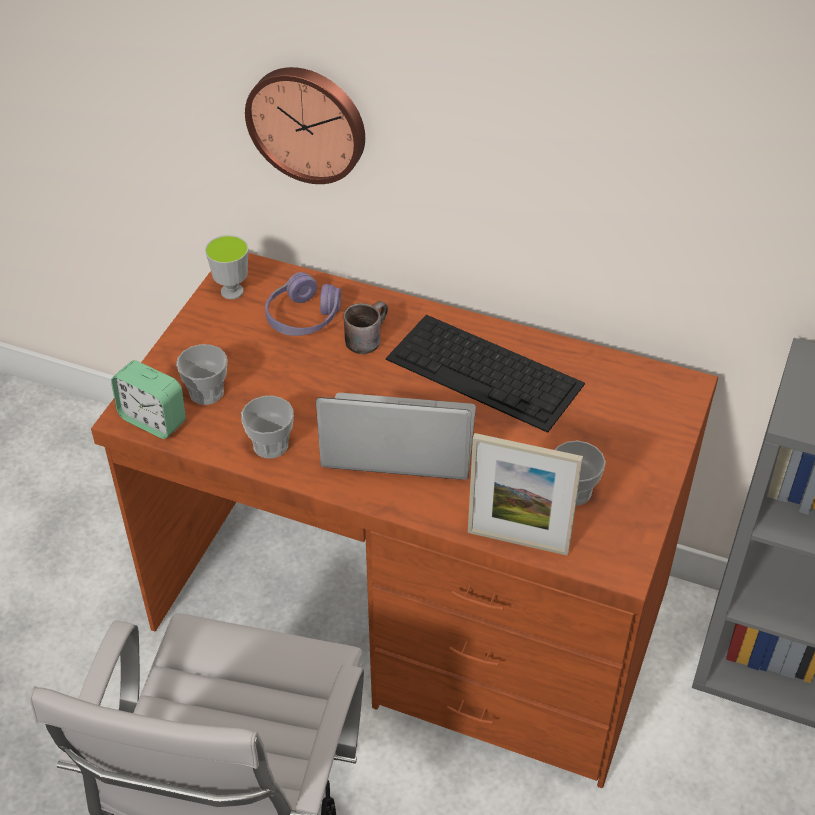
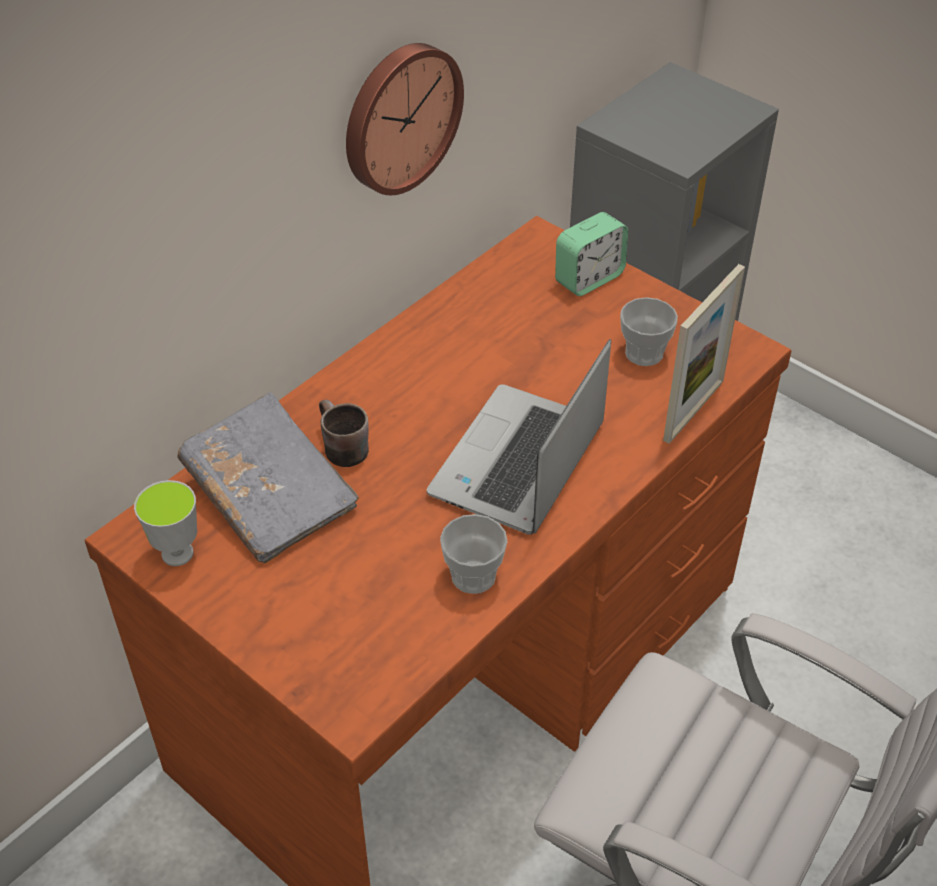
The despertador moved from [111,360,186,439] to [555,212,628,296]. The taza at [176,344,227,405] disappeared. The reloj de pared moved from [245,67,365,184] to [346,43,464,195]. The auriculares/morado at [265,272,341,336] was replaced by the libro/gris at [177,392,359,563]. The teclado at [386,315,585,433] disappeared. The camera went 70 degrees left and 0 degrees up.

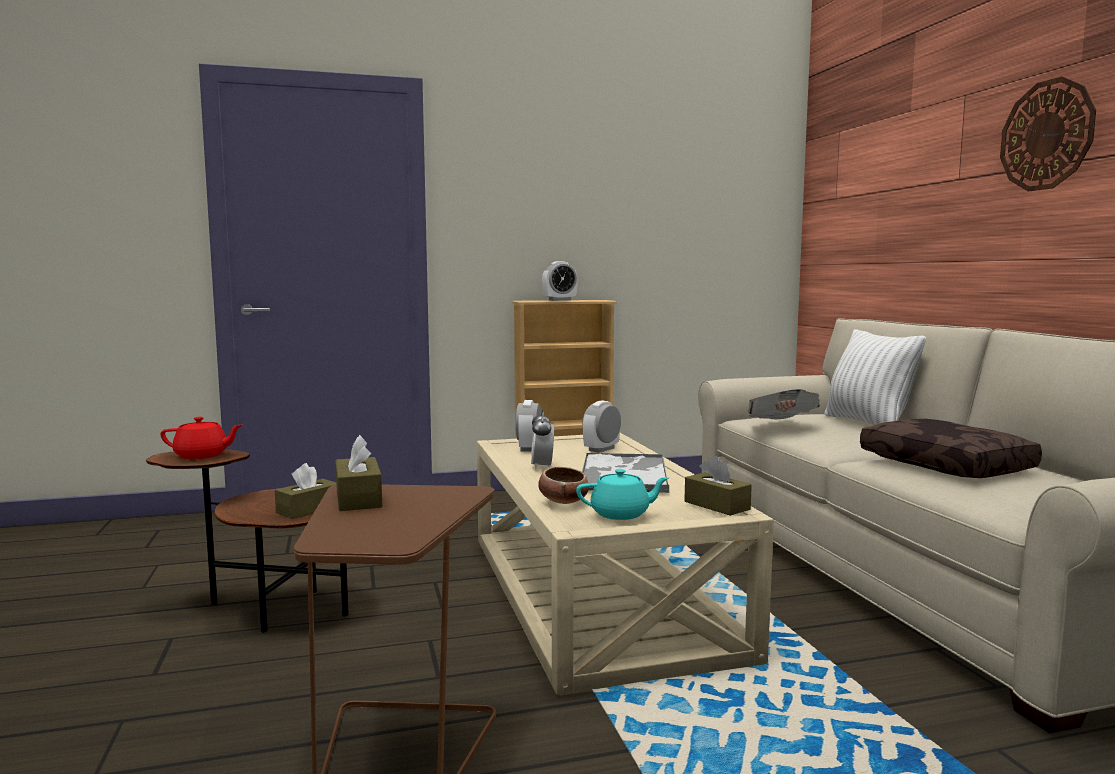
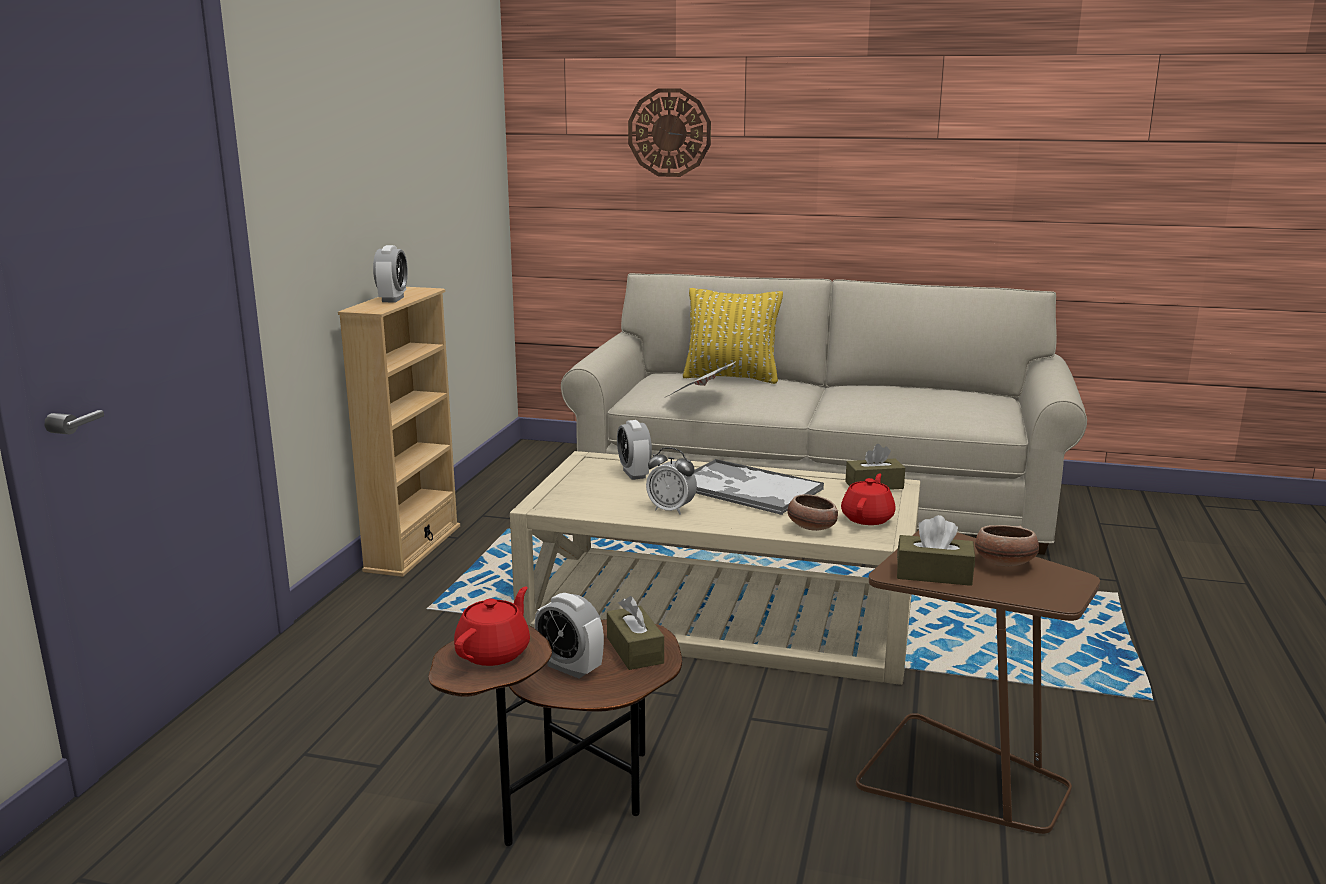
The despertador moved from [516,400,541,452] to [535,593,604,679]. The tetera/turquesa at [576,469,669,520] became the tetera/rojo at [841,473,896,525]. The cojín/blanco at [824,329,926,425] became the cojín/amarillo at [683,288,783,384]. The cojín/marrón at [860,419,1042,478] disappeared. The reloj de pared moved from [1000,76,1096,191] to [628,88,711,177]. The cuenco at [975,525,1039,566] appeared. The camera went 60 degrees left and 10 degrees up.

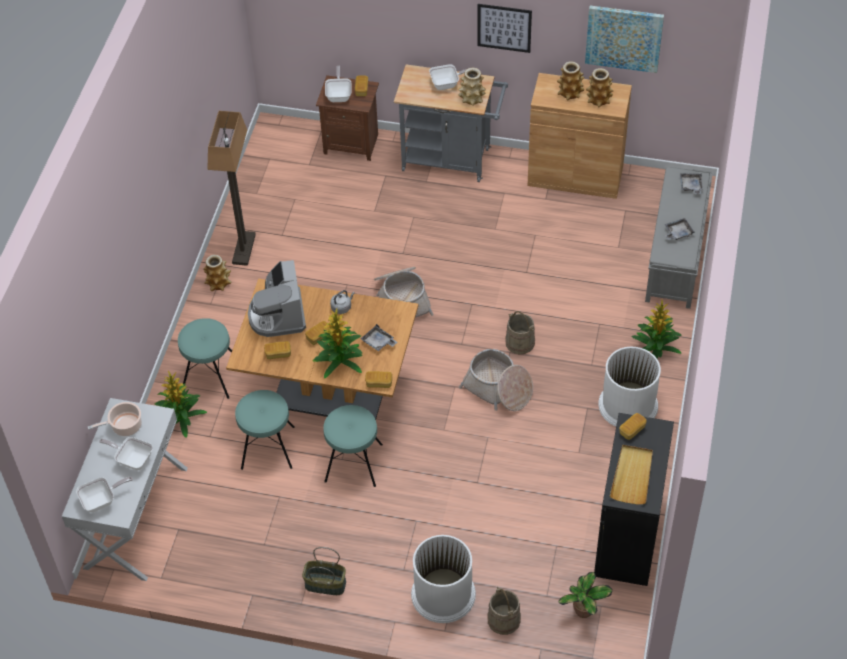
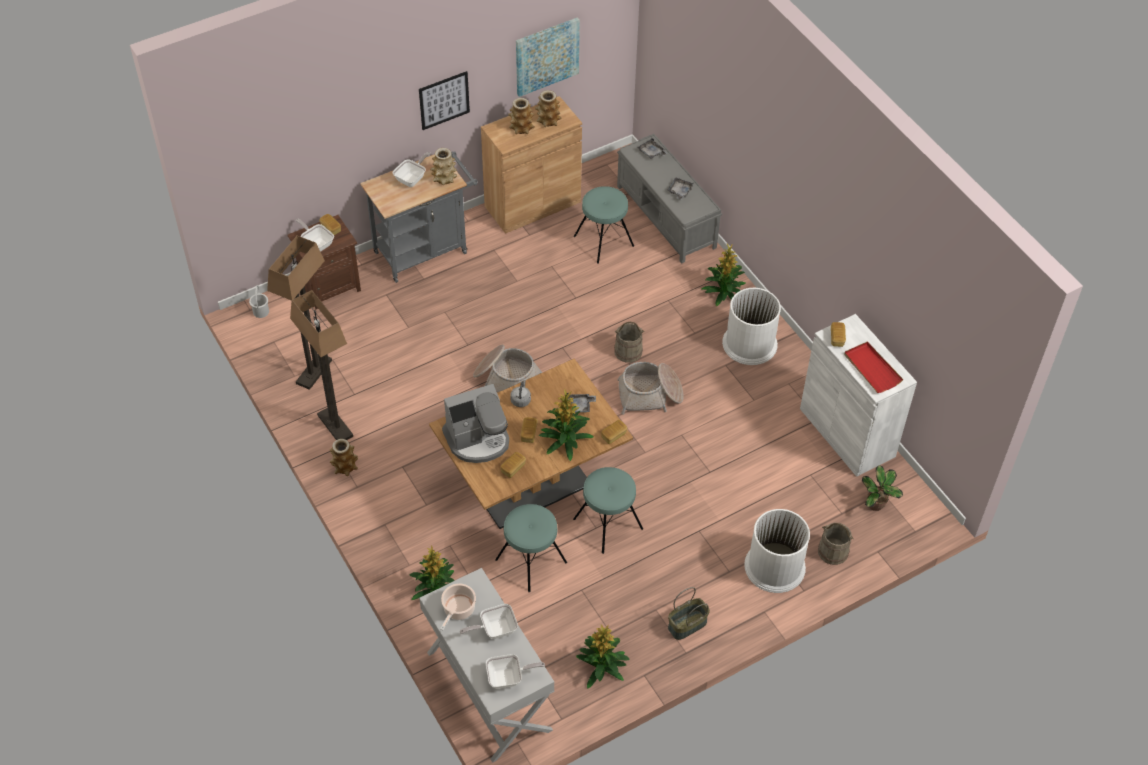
The sartén at [76,477,133,513] turned 60 degrees clockwise. The taburete/turquesa moved from [178,318,232,399] to [574,186,634,264]. The cafetera at [248,260,306,337] turned 60 degrees counterclockwise. The armario/negro at [594,413,674,586] became the armario/blanco at [800,314,917,477]. The bandeja/beis at [610,445,653,505] became the bandeja/rojo at [844,342,903,393]. The cubo/blanco at [249,285,269,318] appeared. The lámpara de pie at [267,235,332,390] appeared. The planta en maceta at [576,624,630,689] appeared. The camera went 45 degrees left and 0 degrees up.

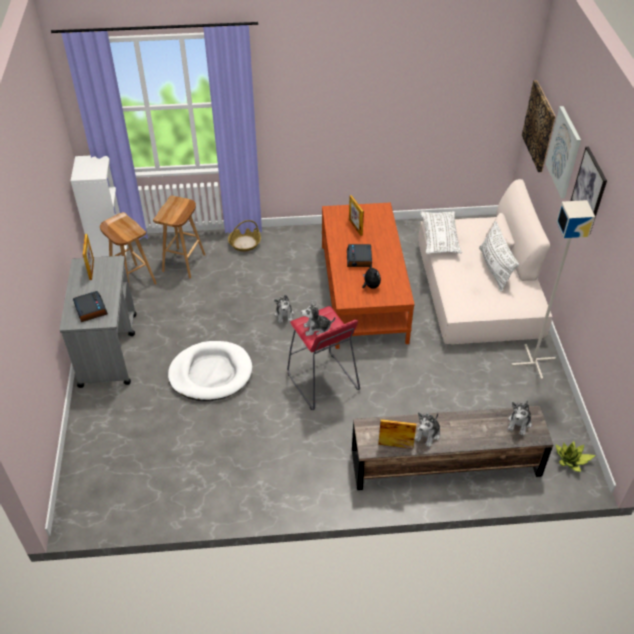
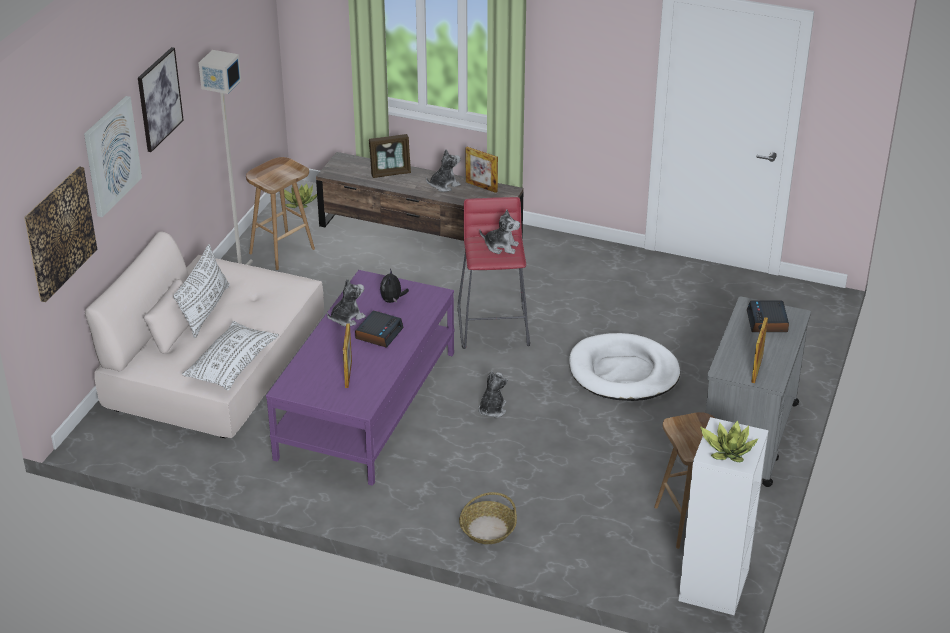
The taburete/marrón moved from [153,196,206,278] to [246,157,315,270]. The mesa de centro/marrón at [322,202,415,349] became the mesa de centro/morado at [266,270,454,486]. The peluche moved from [508,400,532,436] to [327,279,366,327]. The portarretratos at [369,134,411,178] appeared. The planta en maceta at [700,420,759,462] appeared. The camera went 155 degrees left and 10 degrees down.

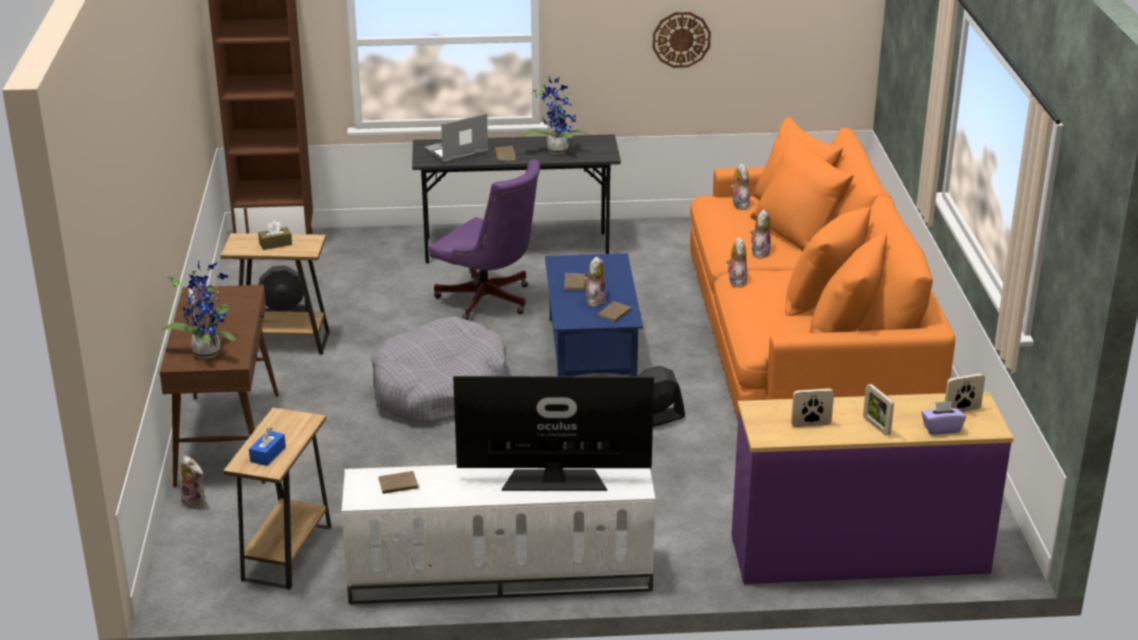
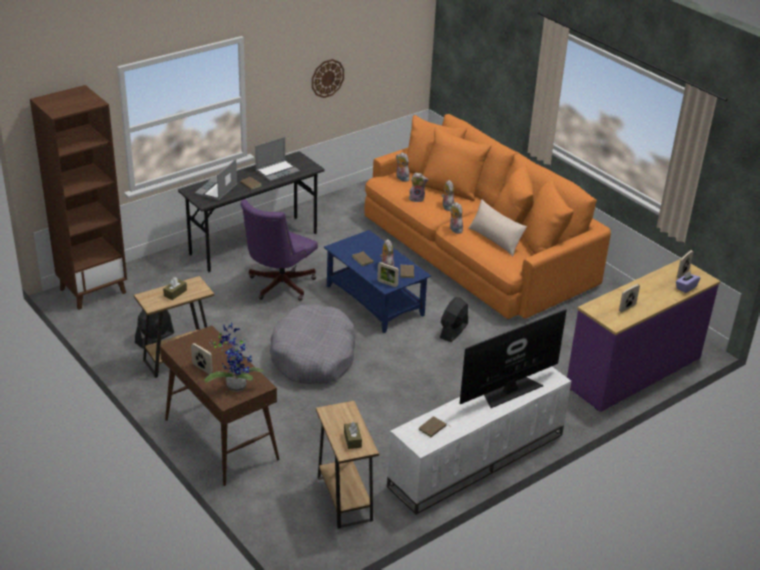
The peluche moved from [180,456,205,510] to [409,173,428,202]. The caja de pañuelos/azul at [249,427,286,466] became the caja de pañuelos/marrón at [344,421,362,449]. The silla de oficina/morado at [429,159,540,320] turned 120 degrees clockwise. The planta en maceta at [522,75,587,154] was replaced by the portátil at [255,137,300,182]. The portarretratos moved from [863,384,894,436] to [377,262,399,287]. The cojín/beis at [468,200,527,256] appeared. The camera went 35 degrees left and 5 degrees up.

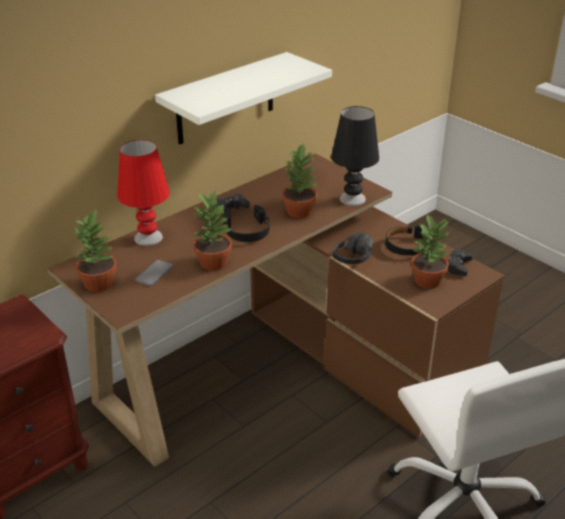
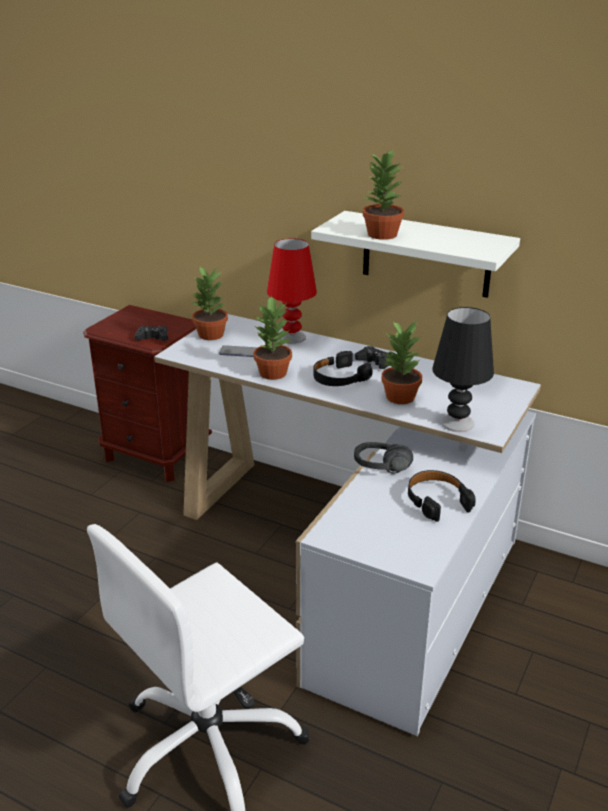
The escritorio/marrón at [48,154,505,467] became the escritorio/blanco at [154,314,541,736]. The planta en maceta moved from [411,214,450,289] to [363,149,404,240]. The mando de consola/negro moved from [448,250,473,276] to [135,326,168,341]. The camera went 70 degrees right and 5 degrees down.

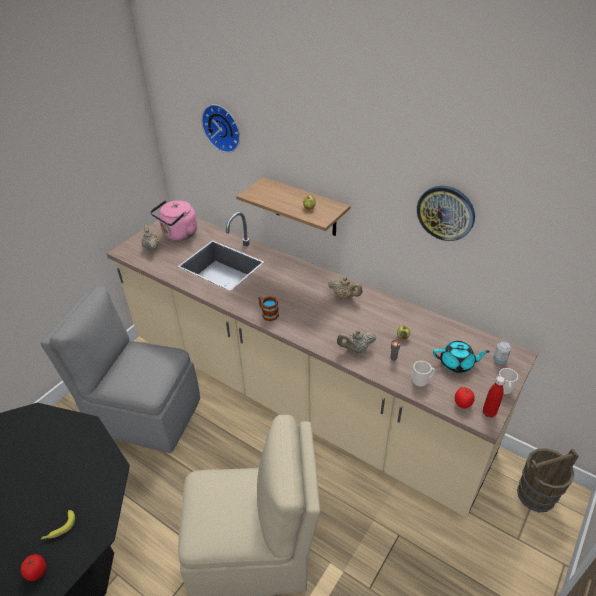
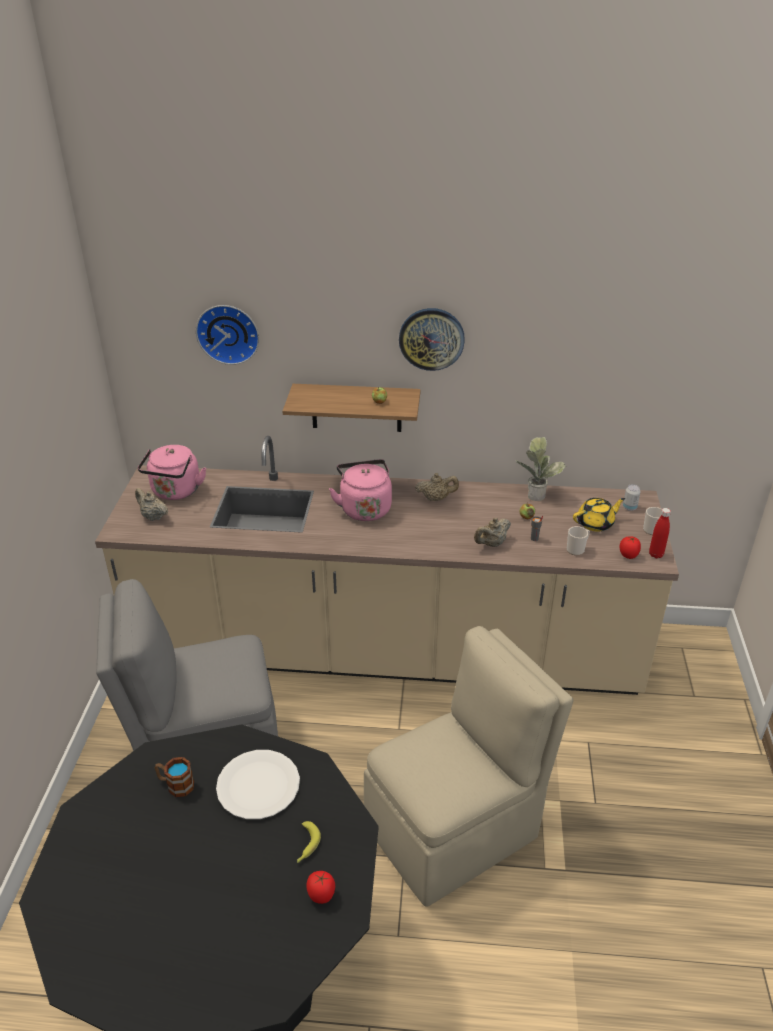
The taza grande moved from [258,296,279,321] to [155,757,194,797]. The reloj de pared moved from [417,186,475,241] to [399,308,465,371]. The tetera/turquesa at [433,341,490,373] became the tetera/amarillo at [573,498,625,532]. The cubo/marrón at [517,448,579,512] disappeared. The plato/blanco at [216,750,300,819] appeared. The hervidor/rosa at [329,459,392,521] appeared. The planta en maceta at [516,437,566,501] appeared. The camera went 30 degrees left and 5 degrees down.

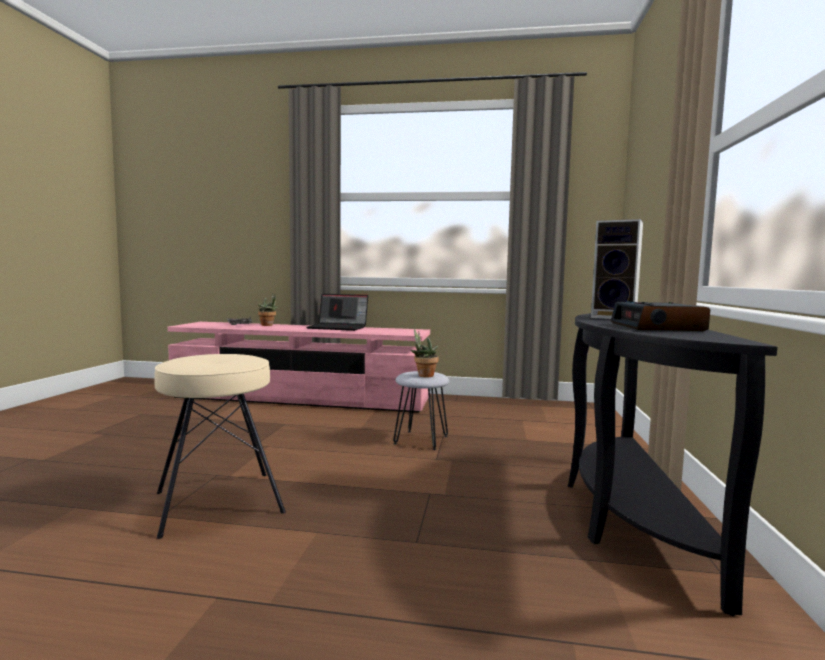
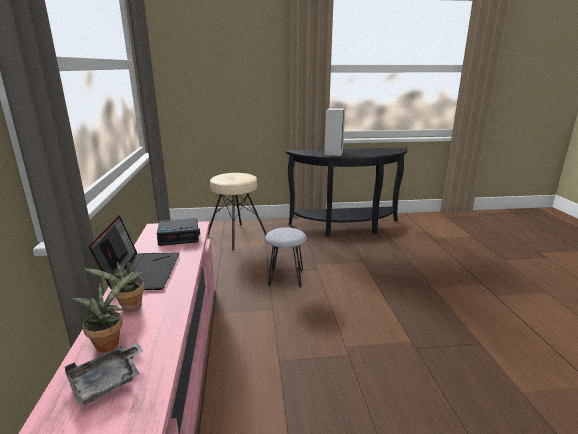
The taburete/beis moved from [154,354,286,539] to [208,173,267,250]. The planta en maceta moved from [411,329,439,377] to [85,262,145,311]. The despertador moved from [611,301,710,331] to [157,218,200,246]. The camera went 105 degrees left and 15 degrees up.

